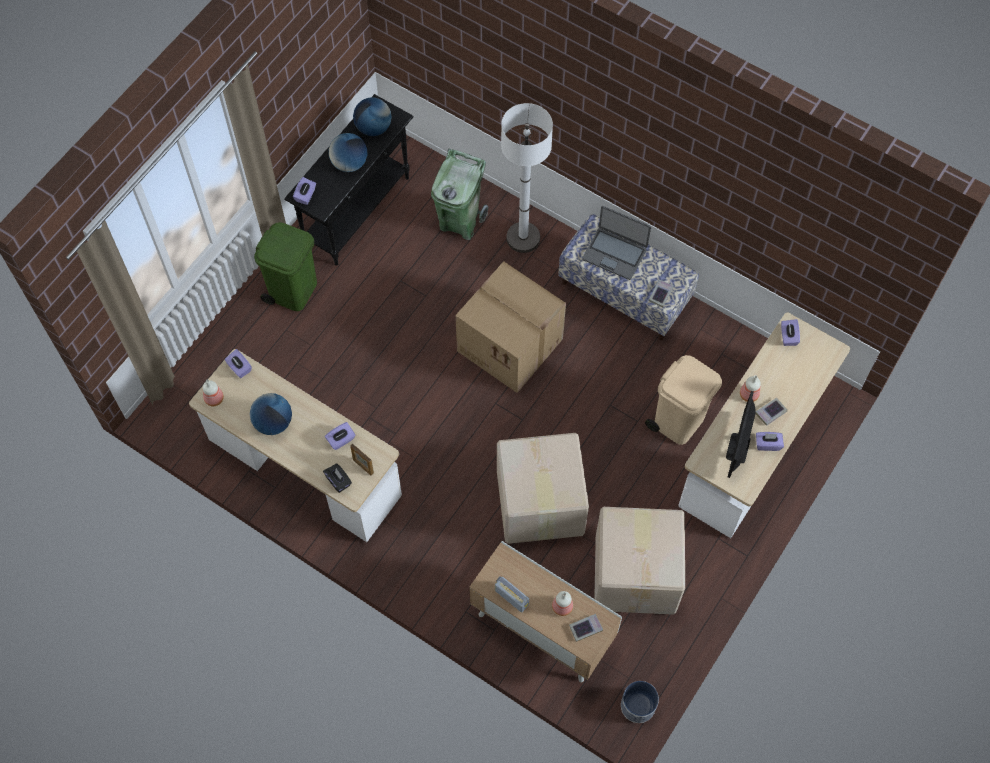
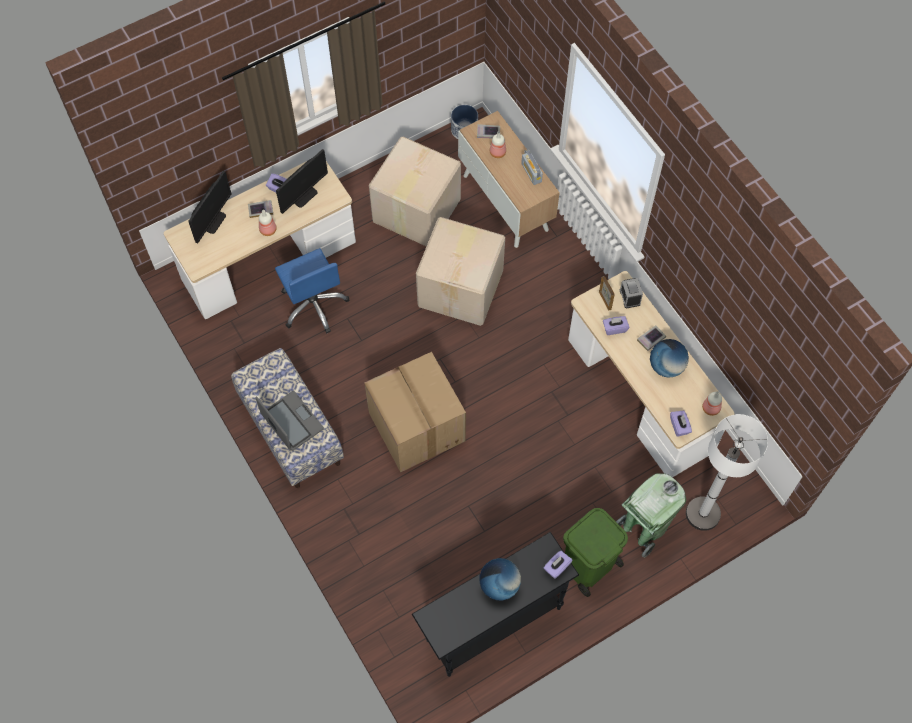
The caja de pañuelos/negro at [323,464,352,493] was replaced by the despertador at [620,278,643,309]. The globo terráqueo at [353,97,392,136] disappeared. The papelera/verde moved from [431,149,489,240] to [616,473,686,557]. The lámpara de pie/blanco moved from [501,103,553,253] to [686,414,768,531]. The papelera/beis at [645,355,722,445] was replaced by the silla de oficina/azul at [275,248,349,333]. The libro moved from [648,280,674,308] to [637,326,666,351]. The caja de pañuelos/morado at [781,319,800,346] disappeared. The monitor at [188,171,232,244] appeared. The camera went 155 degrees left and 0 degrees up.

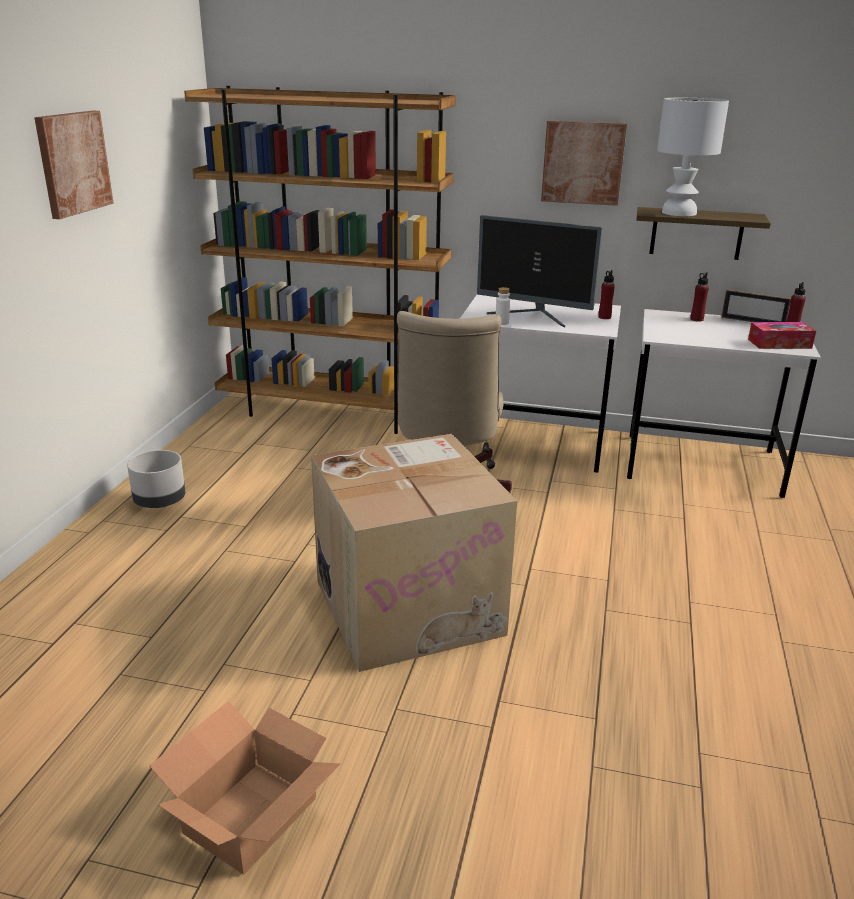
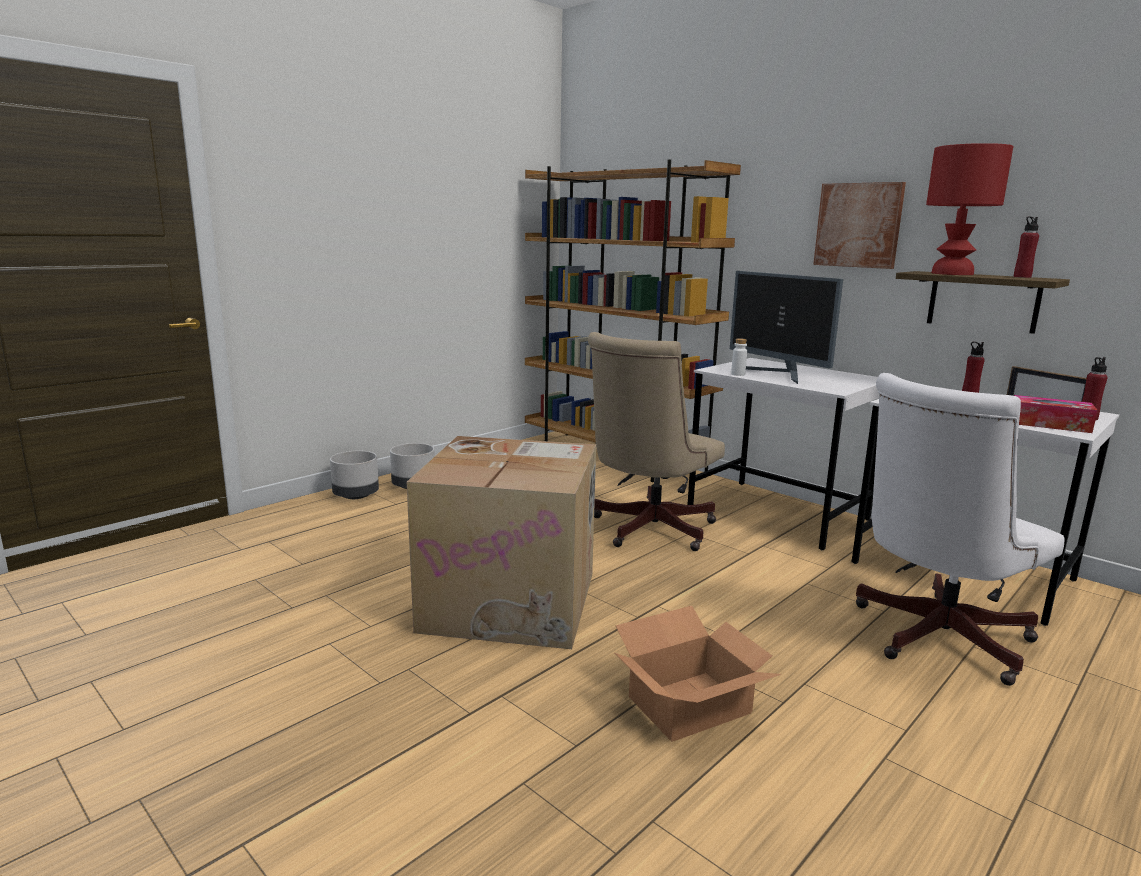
The cuadro at [34,110,114,219] disappeared. The caja de cartón moved from [149,701,341,874] to [615,606,781,742]. The botella/rojo moved from [598,270,615,319] to [1014,217,1039,278]. The lámpara de mesa/blanco at [657,98,729,216] became the lámpara de mesa/rojo at [926,143,1013,275]. The maceta/gris at [330,451,379,499] appeared. The silla de oficina/blanco at [856,373,1065,686] appeared. The camera went 30 degrees right and 10 degrees down.

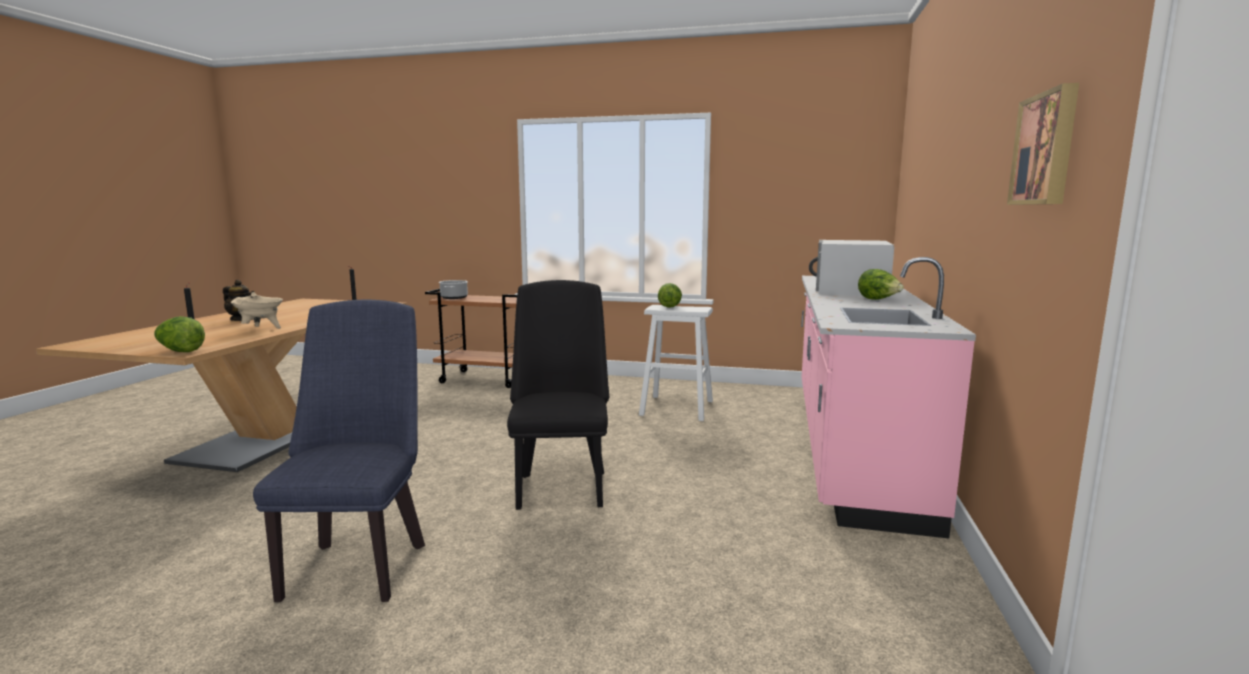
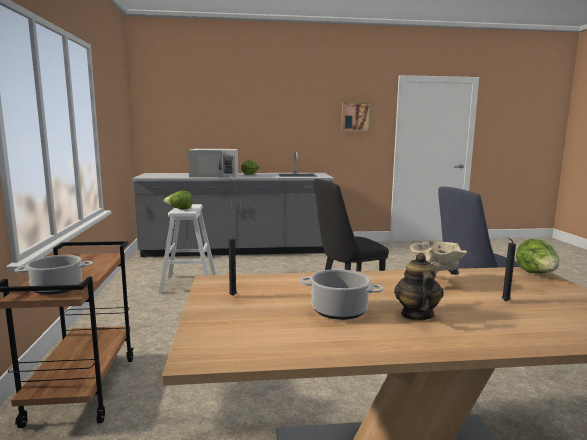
The mueble bajo de cocina/rosa at [801,257,976,539] became the mueble bajo de cocina/gris at [132,150,334,257]. The olla at [299,269,383,320] appeared. The camera went 110 degrees left and 0 degrees up.

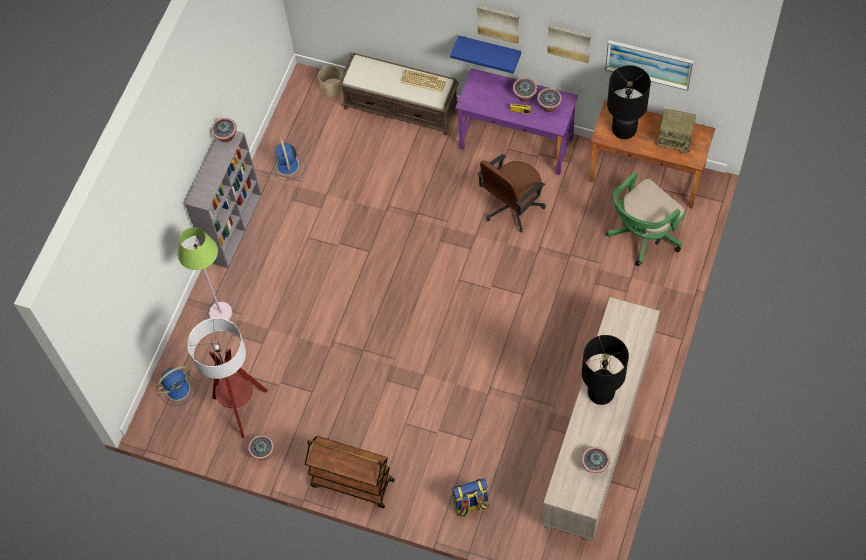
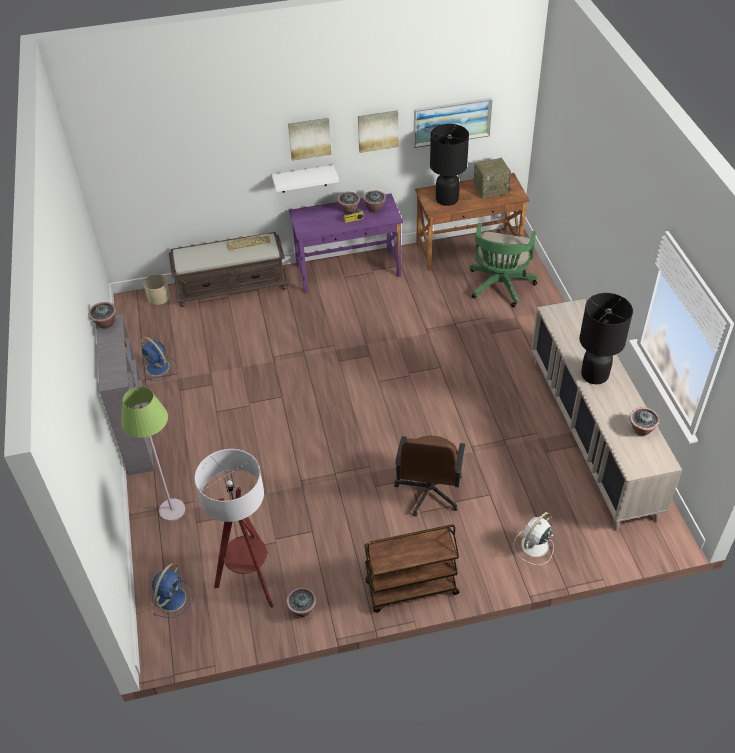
The estante/azul at [450,35,521,74] became the estante/blanco at [272,165,339,193]. The mochila at [452,478,489,517] was replaced by the ventilador/blanco at [514,512,554,565]. The silla de oficina/marrón moved from [477,154,546,232] to [394,436,465,517]. The camera went 35 degrees left and 15 degrees down.

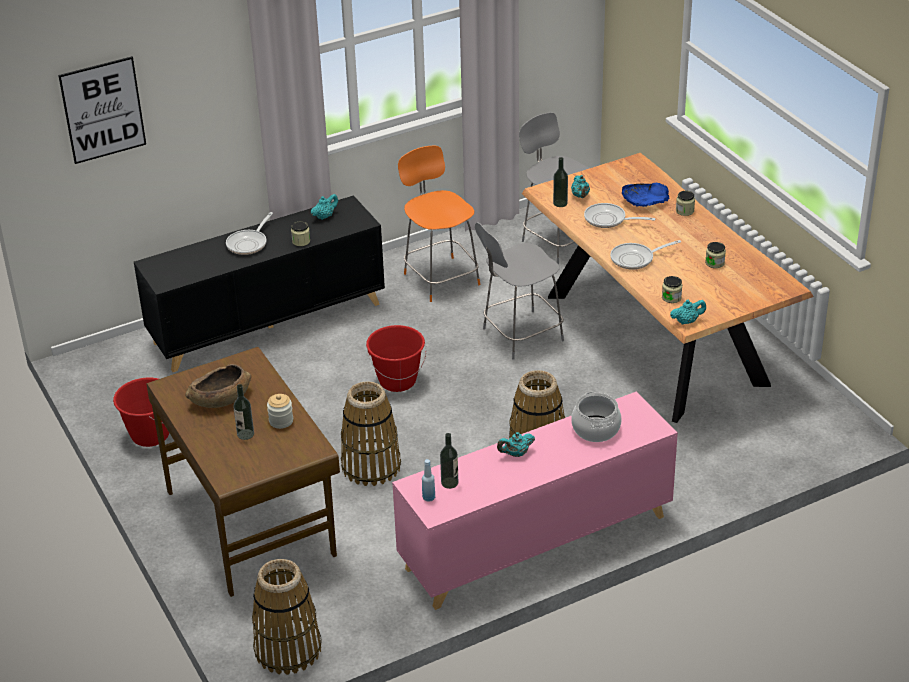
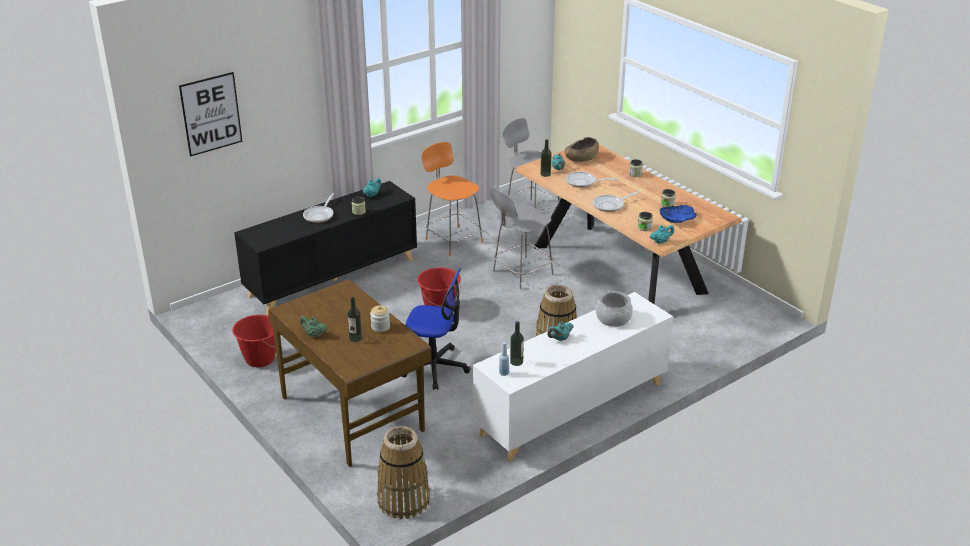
The cuenco/marrón moved from [185,364,251,408] to [565,137,599,162]. The cesta at [341,381,401,486] was replaced by the silla de oficina at [402,268,471,390]. The armario/rosa at [392,391,678,610] became the armario/blanco at [473,292,673,462]. The cuenco/azul moved from [622,183,669,207] to [660,205,696,223]. The tetera/verde at [300,316,327,338] appeared. The camera went 10 degrees left and 5 degrees down.

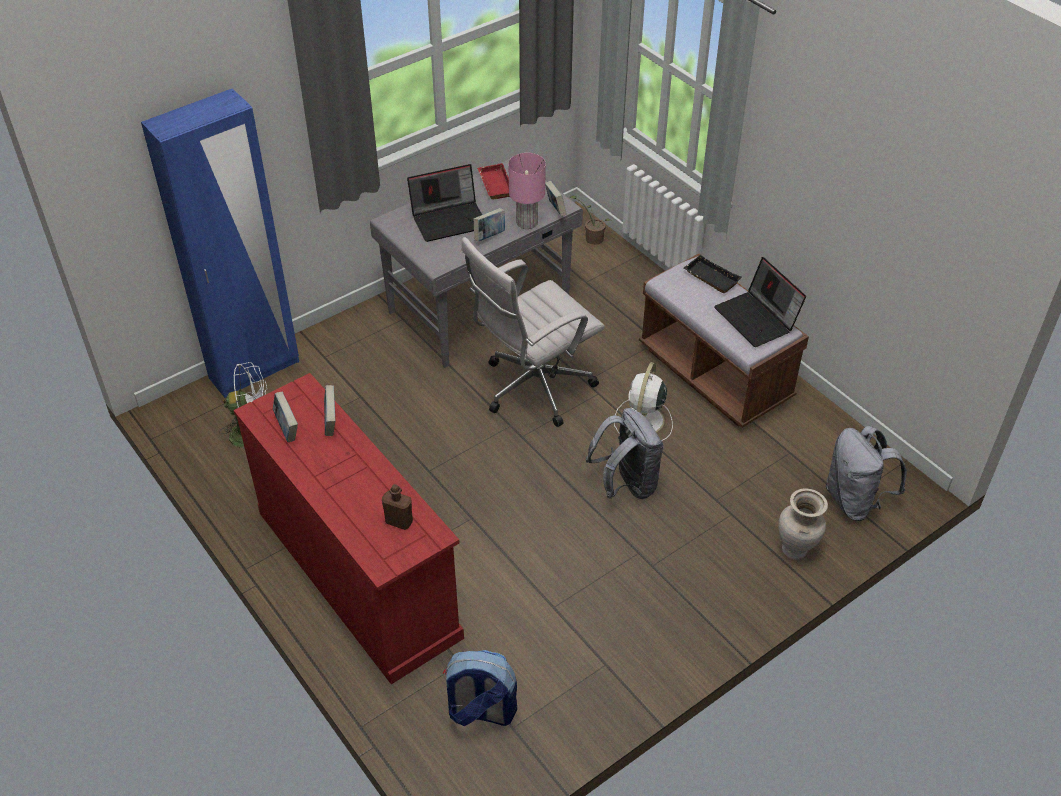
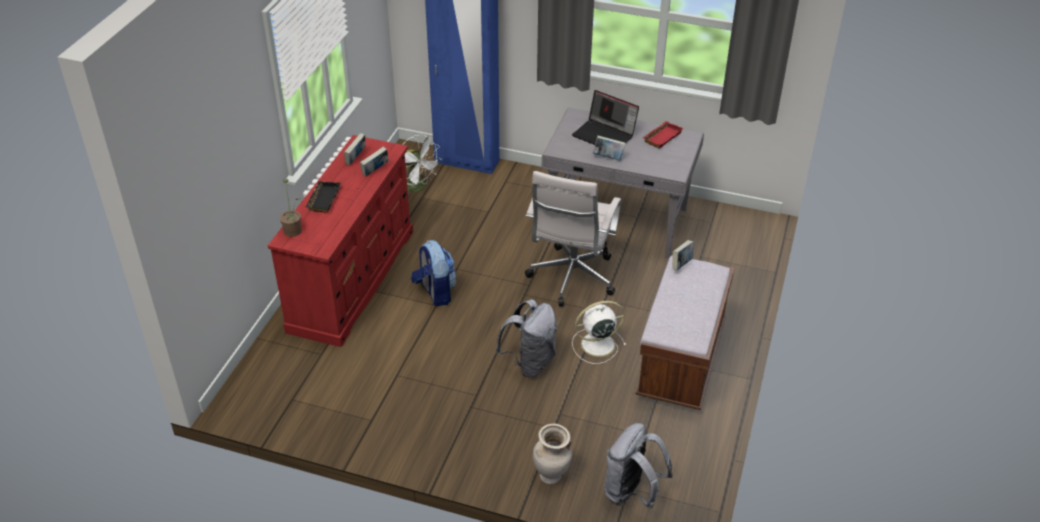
The botella/marrón at [382,484,413,530] disappeared. The mochila moved from [443,650,517,726] to [411,240,456,306]. The silla de oficina/blanco at [461,237,604,427] turned 90 degrees counterclockwise. The lámpara de mesa/rosa at [508,153,546,229] disappeared. The libro moved from [545,181,567,217] to [672,240,694,270]. The planta en maceta moved from [569,195,611,245] to [280,179,302,237]. The bandeja/negro moved from [683,255,742,293] to [306,181,341,212]. The portátil at [714,257,806,347] disappeared. The camera went 55 degrees right and 5 degrees down.

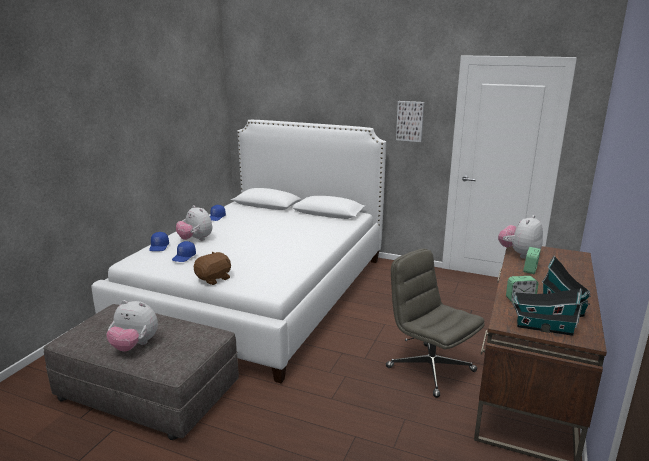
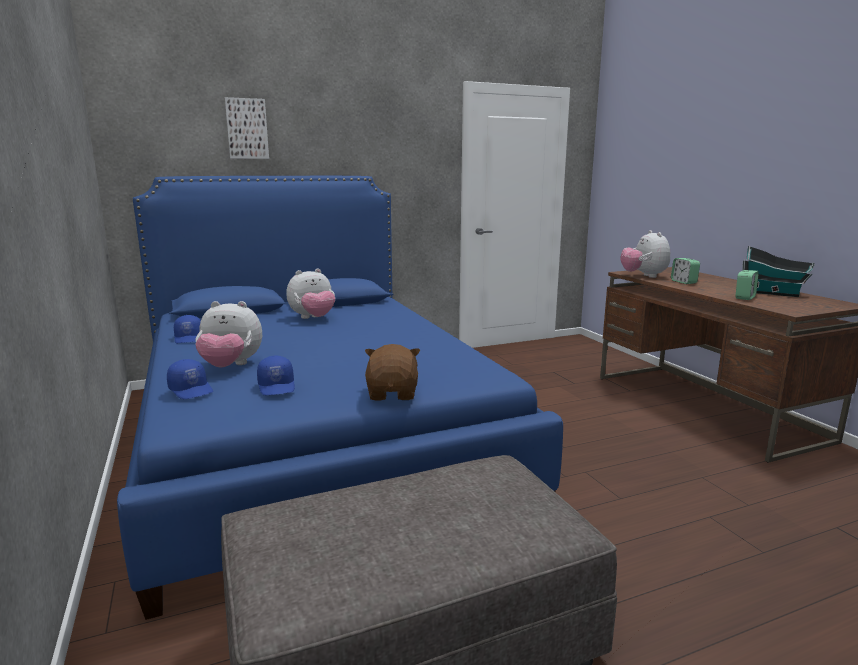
The cama/blanco at [91,120,386,383] became the cama/azul at [117,176,563,620]. The peluche moved from [106,300,158,351] to [286,269,335,319]. The silla de oficina/gris at [386,248,485,398] disappeared. The cuadro moved from [396,101,424,142] to [225,97,269,159]. The casita at [512,288,583,336] disappeared. The camera went 45 degrees left and 5 degrees down.

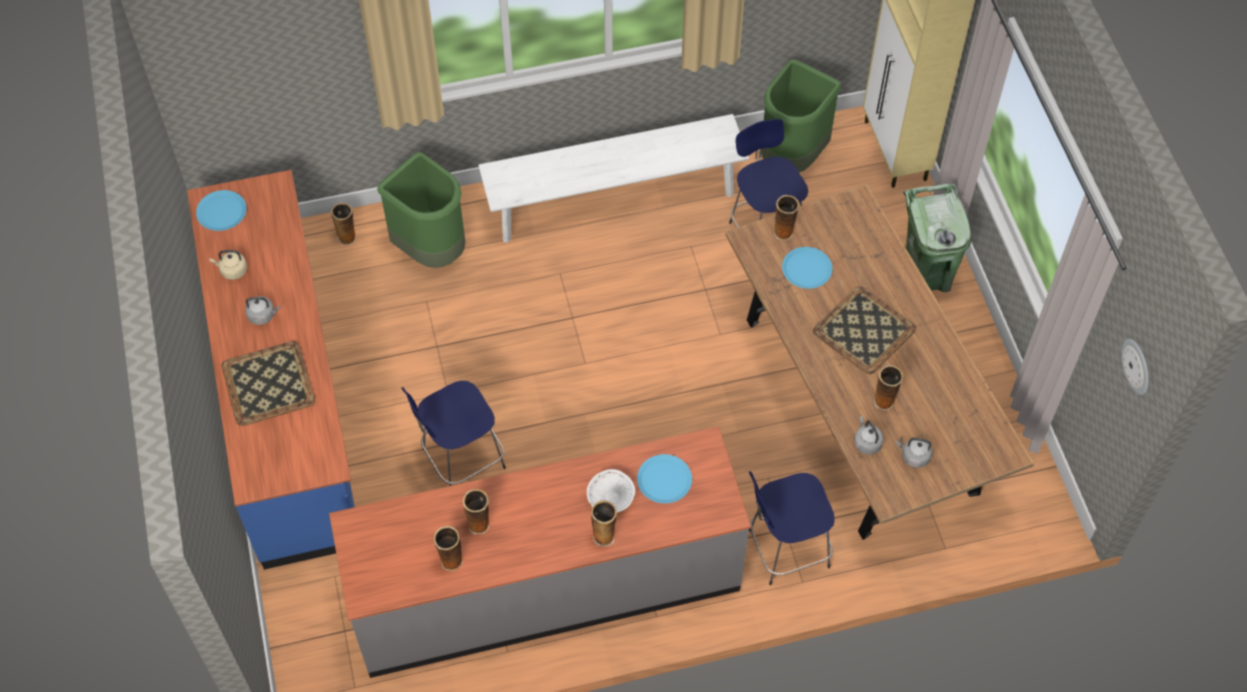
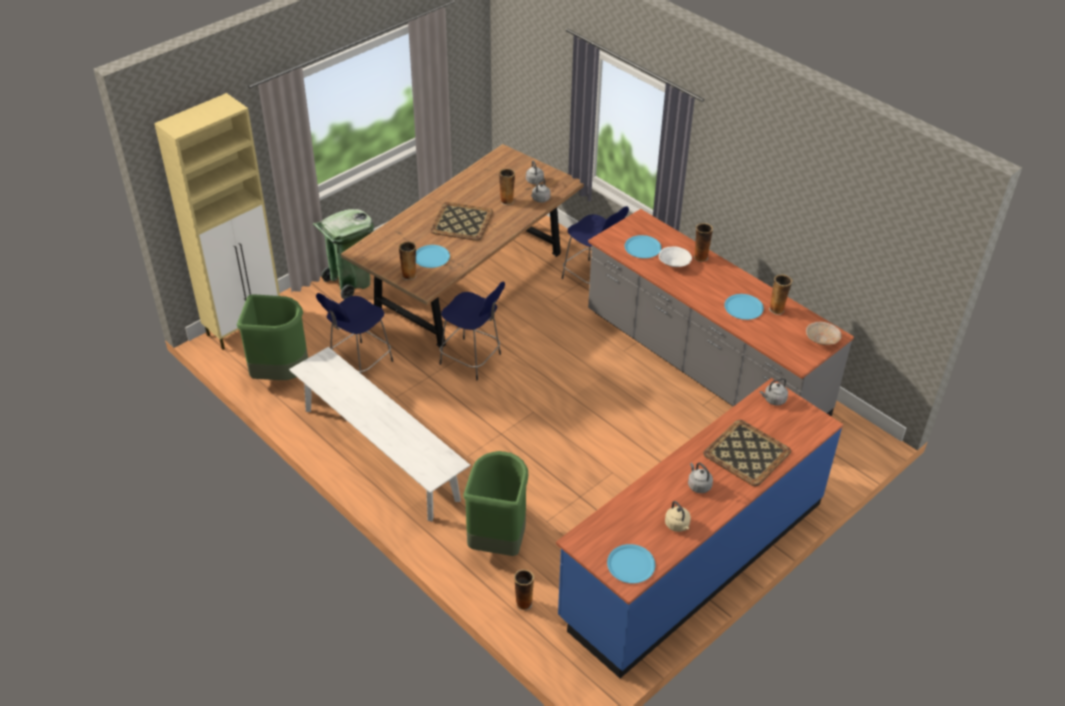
The taburete/azul moved from [402,381,506,486] to [439,282,505,380]. The florero at [463,489,490,535] was replaced by the plato/azul at [724,294,764,320]. The reloj de pared at [1122,339,1149,395] disappeared. The hervidor/gris at [760,378,788,406] appeared. The cuenco/beis at [806,321,842,345] appeared. The camera went 120 degrees left and 15 degrees down.

